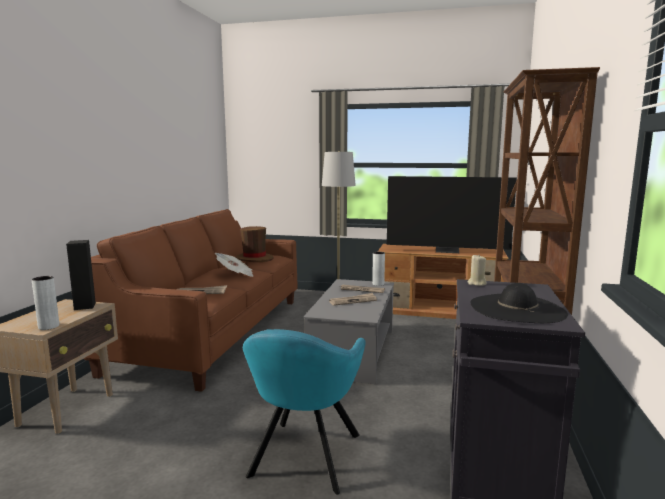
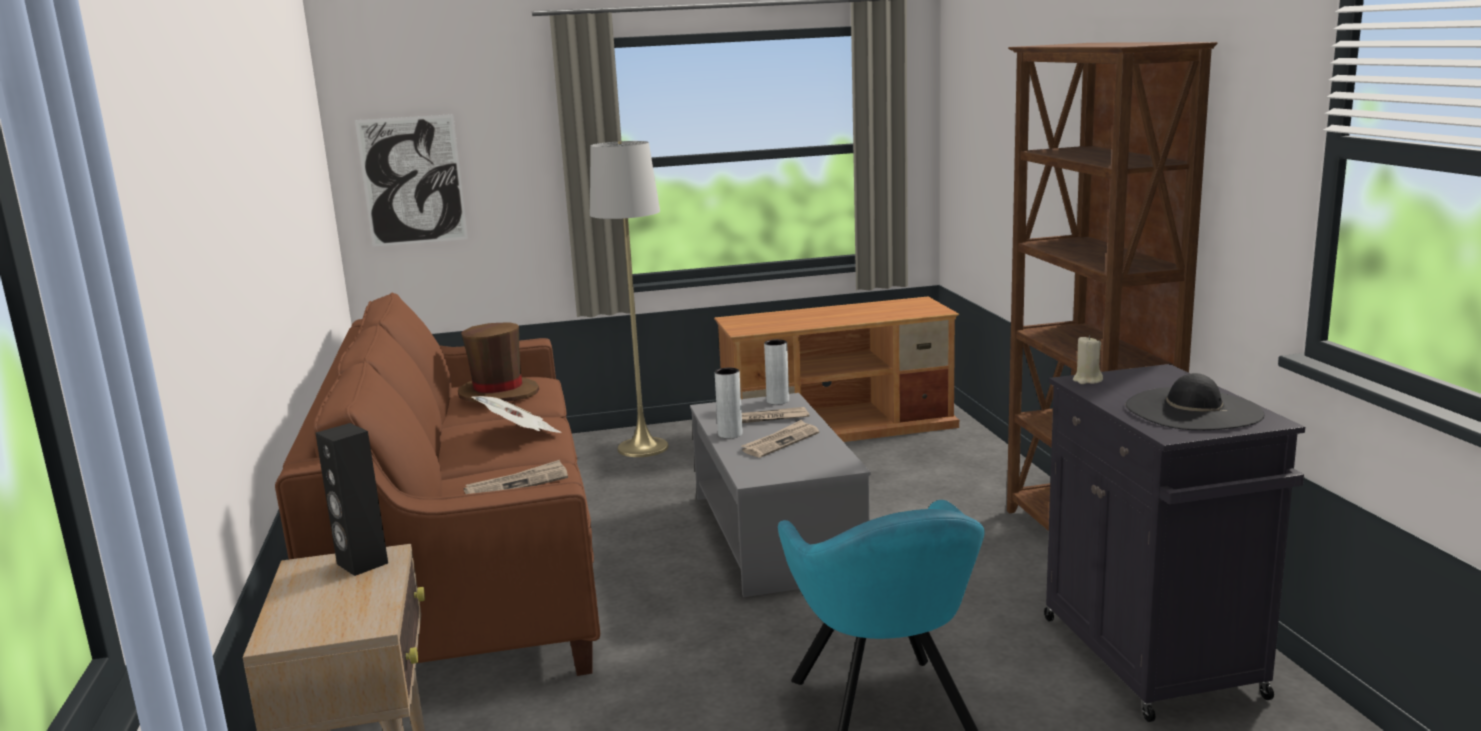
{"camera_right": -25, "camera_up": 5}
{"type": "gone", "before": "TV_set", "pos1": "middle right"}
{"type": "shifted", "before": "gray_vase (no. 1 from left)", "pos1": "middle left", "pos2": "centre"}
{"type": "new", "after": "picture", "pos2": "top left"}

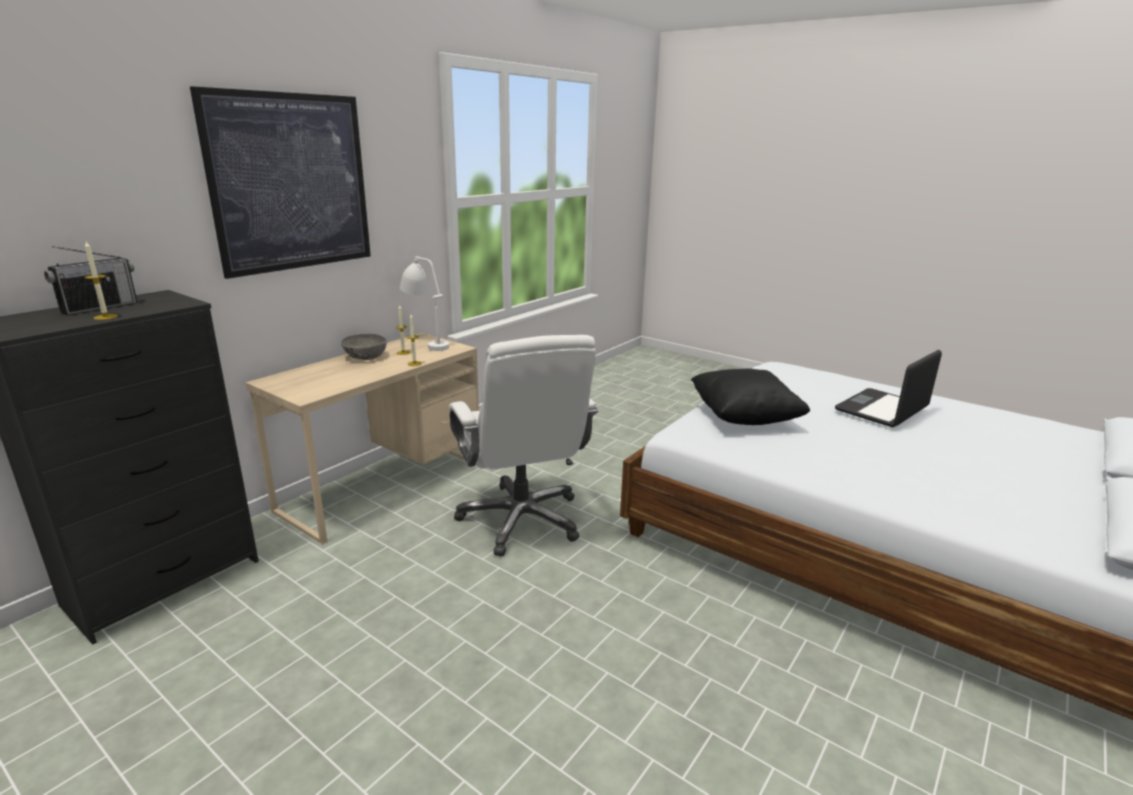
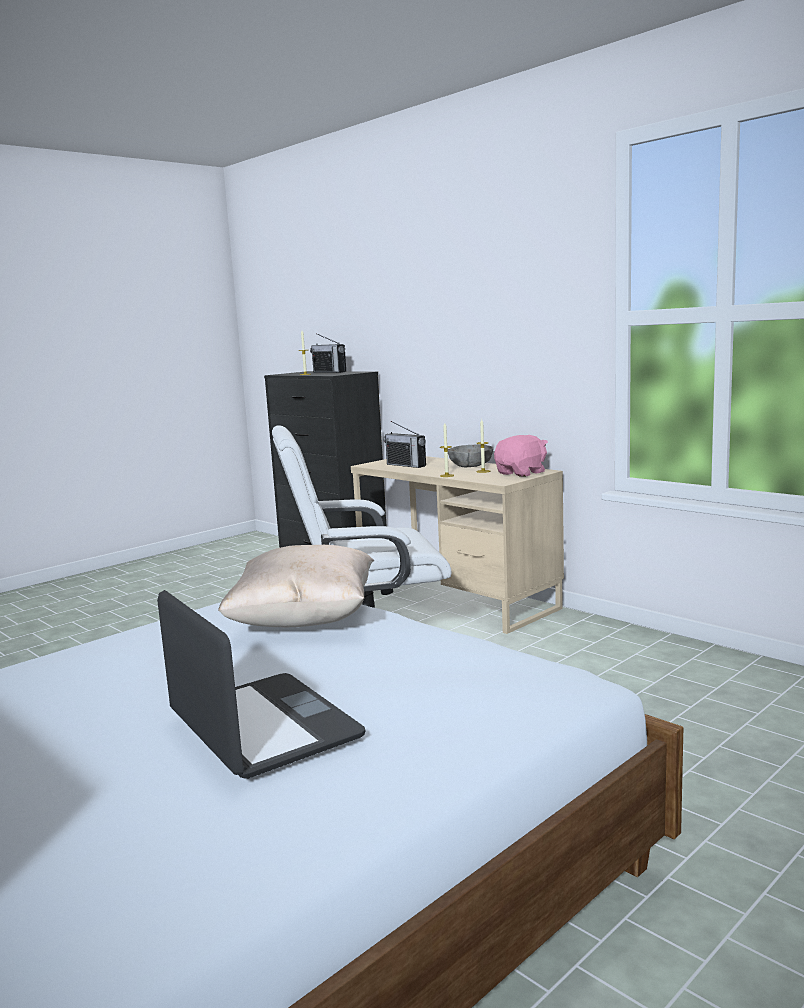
{"camera_right": 100, "camera_up": -10}
{"type": "gone", "before": "picture", "pos1": "top left"}
{"type": "swapped", "before": "white-coloured_tabletop_lamp", "after": "pink_cuddly_toy", "pos1": "centre", "pos2": "centre"}
{"type": "repainted", "before": "blackish_throw_pillow", "after": "beige-coloured_throw_pillow", "pos1": "centre", "pos2": "centre"}
{"type": "new", "after": "radio (no. 2 from left)", "pos2": "centre"}

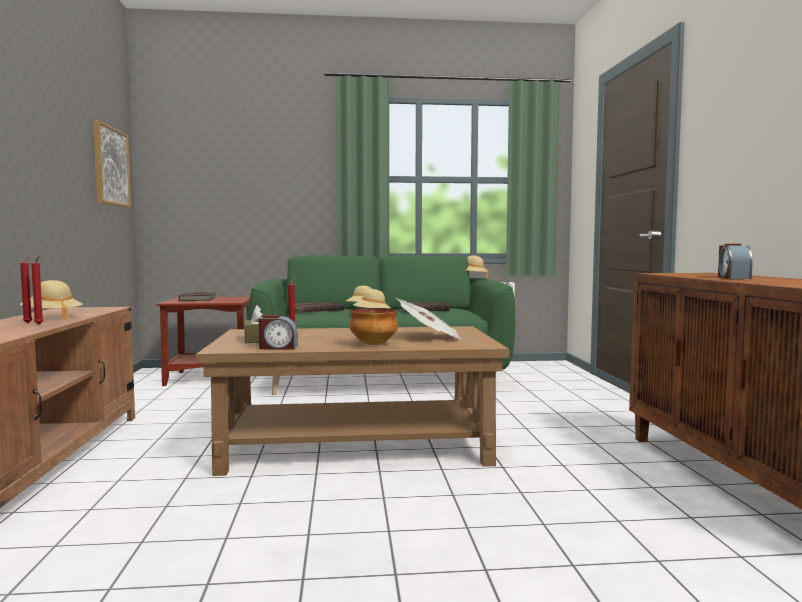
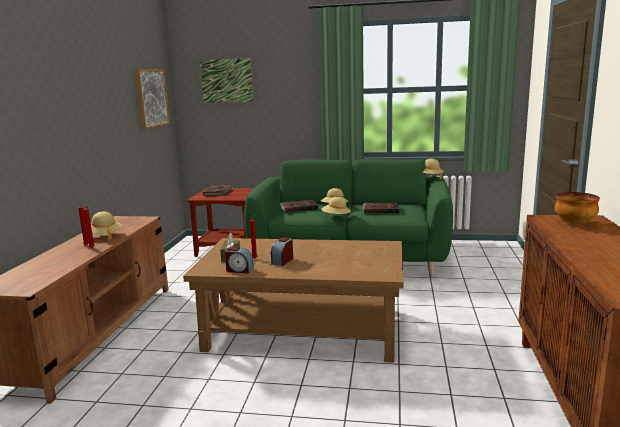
{"camera_right": 15, "camera_up": 10}
{"type": "shifted", "before": "alarm_clock (no. 2 from left)", "pos1": "middle right", "pos2": "centre"}
{"type": "gone", "before": "daily_paper", "pos1": "centre"}
{"type": "shifted", "before": "deep_dish", "pos1": "centre", "pos2": "middle right"}
{"type": "new", "after": "picture (no. 2 from left)", "pos2": "top centre"}

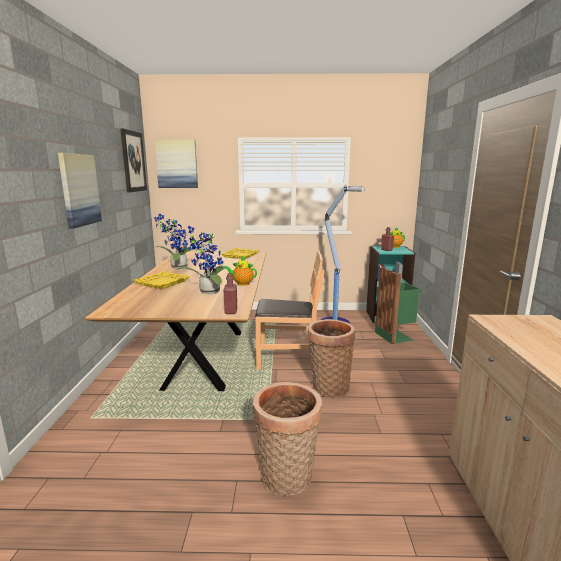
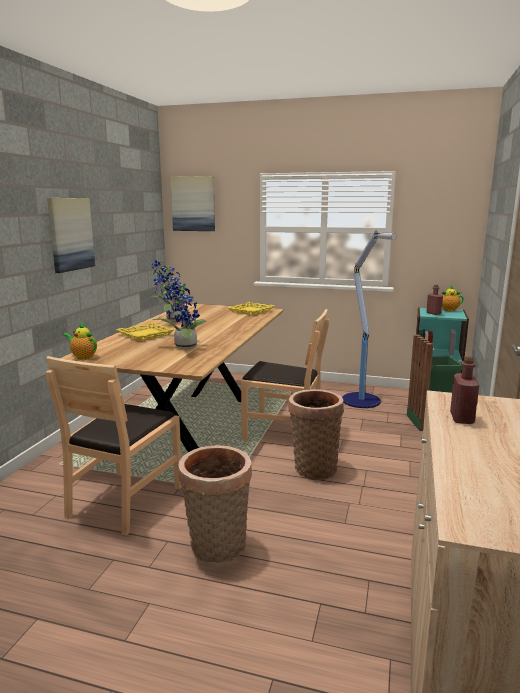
{"camera_right": 15, "camera_up": 0}
{"type": "gone", "before": "picture (no. 2 from left)", "pos1": "top left"}
{"type": "shifted", "before": "teapot (no. 1 from left)", "pos1": "centre", "pos2": "middle left"}
{"type": "shifted", "before": "reddish_beverage_bottle (no. 1 from left in the first image)", "after": "reddish_beverage_bottle (no. 2 from left)", "pos1": "centre", "pos2": "middle right"}
{"type": "new", "after": "brownish_chair (no. 1 from left)", "pos2": "middle left"}

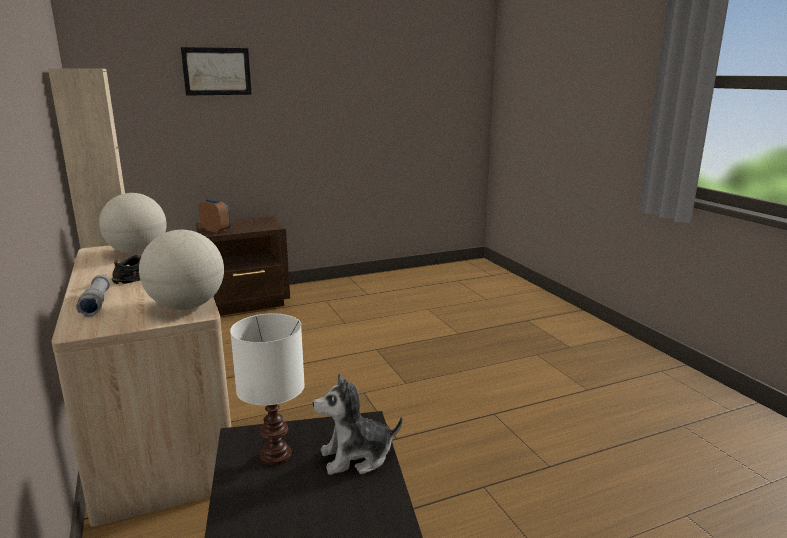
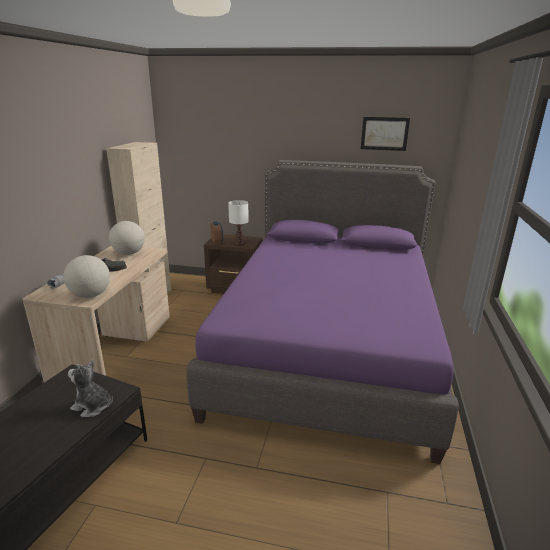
{"camera_right": 35, "camera_up": 5}
{"type": "shifted", "before": "picture", "pos1": "top left", "pos2": "top right"}
{"type": "shifted", "before": "white-coloured_tabletop_lamp", "pos1": "bottom centre", "pos2": "centre"}
{"type": "new", "after": "purplish_bedroom_bed", "pos2": "centre"}

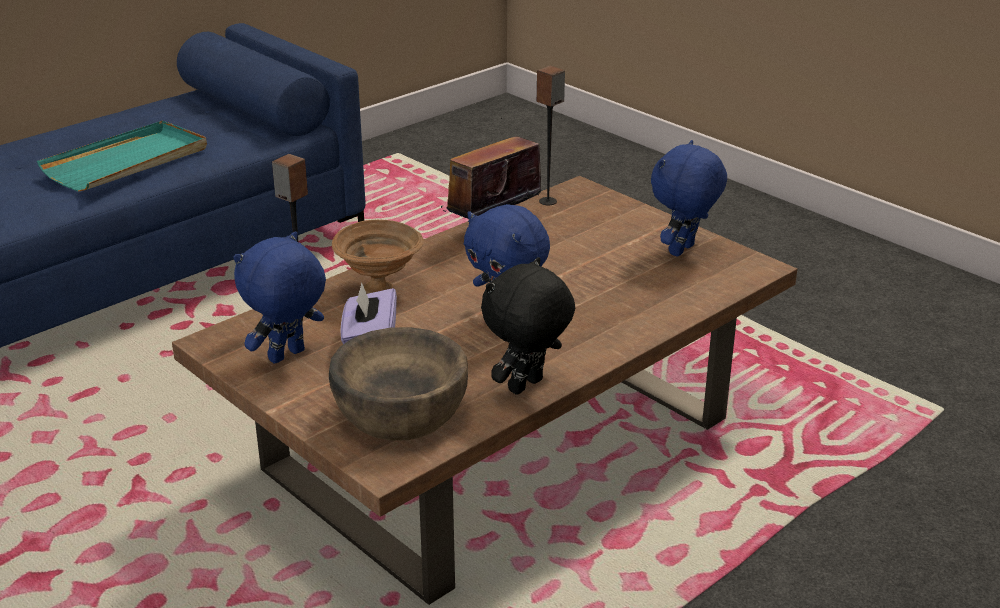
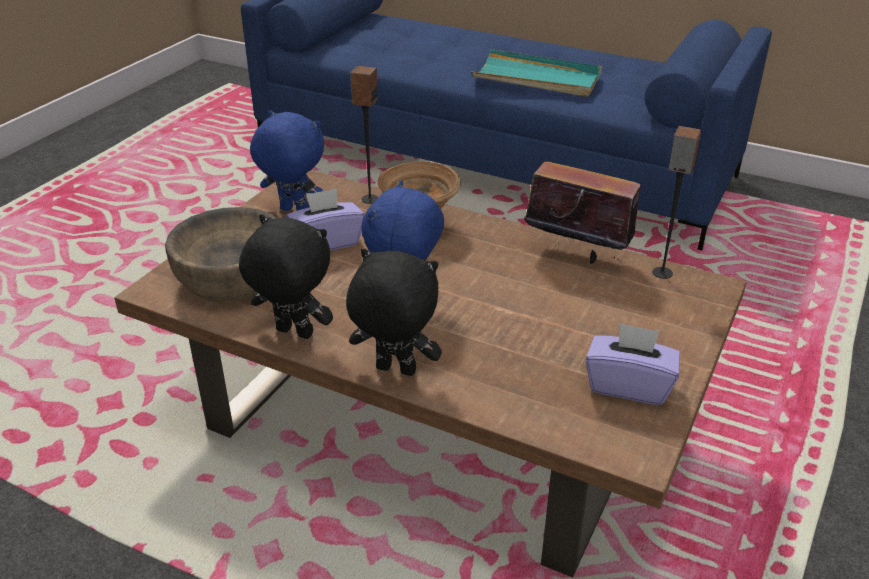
{"camera_right": 70, "camera_up": 5}
{"type": "swapped", "before": "bluish_cuddly_toy (no. 3 from left)", "after": "purplish_box_of_tissues (no. 2 from left)", "pos1": "top right", "pos2": "middle right"}
{"type": "new", "after": "blackish_cuddly_toy (no. 2 from left)", "pos2": "centre"}

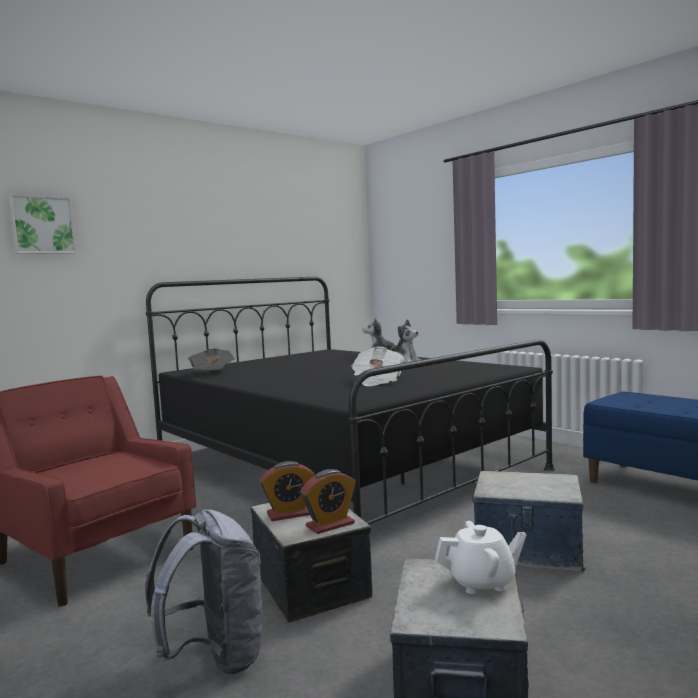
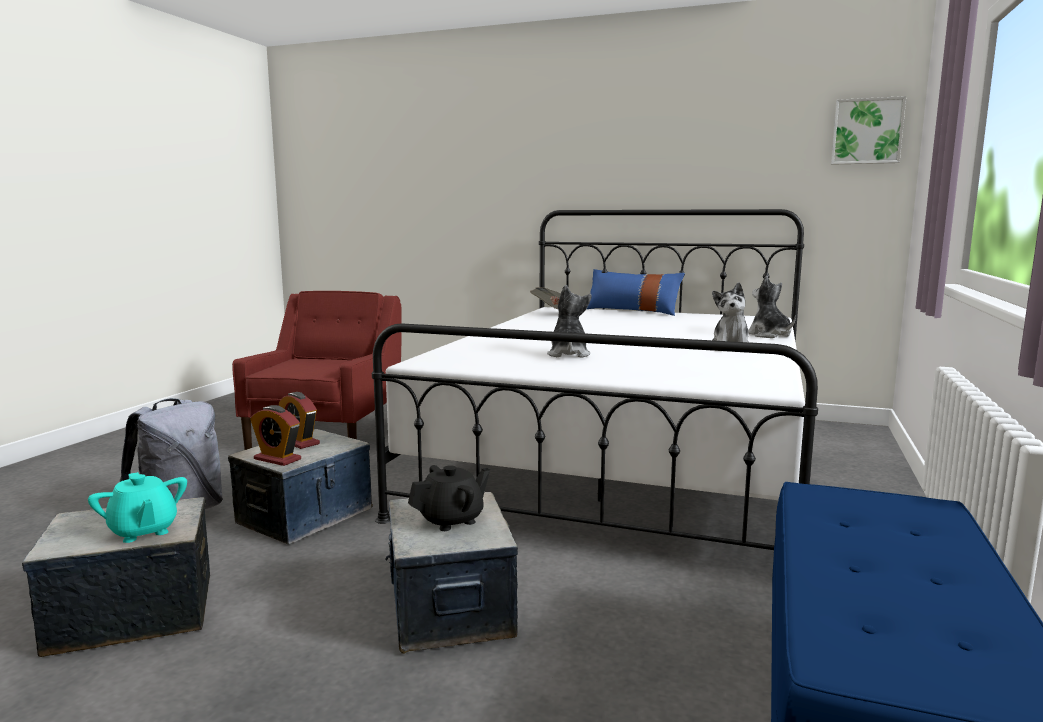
{"camera_right": 60, "camera_up": 5}
{"type": "shifted", "before": "picture", "pos1": "top left", "pos2": "top right"}
{"type": "repainted", "before": "blackish_bedroom_bed", "after": "white-coloured_bedroom_bed", "pos1": "centre", "pos2": "centre"}
{"type": "swapped", "before": "daily_paper (no. 2 from left)", "after": "cuddly_toy (no. 1 from left)", "pos1": "centre", "pos2": "centre"}
{"type": "repainted", "before": "white-coloured_teapot", "after": "blue-green_teapot", "pos1": "bottom right", "pos2": "bottom left"}
{"type": "new", "after": "bluish_throw_pillow", "pos2": "centre"}
{"type": "new", "after": "blackish_teapot", "pos2": "bottom centre"}

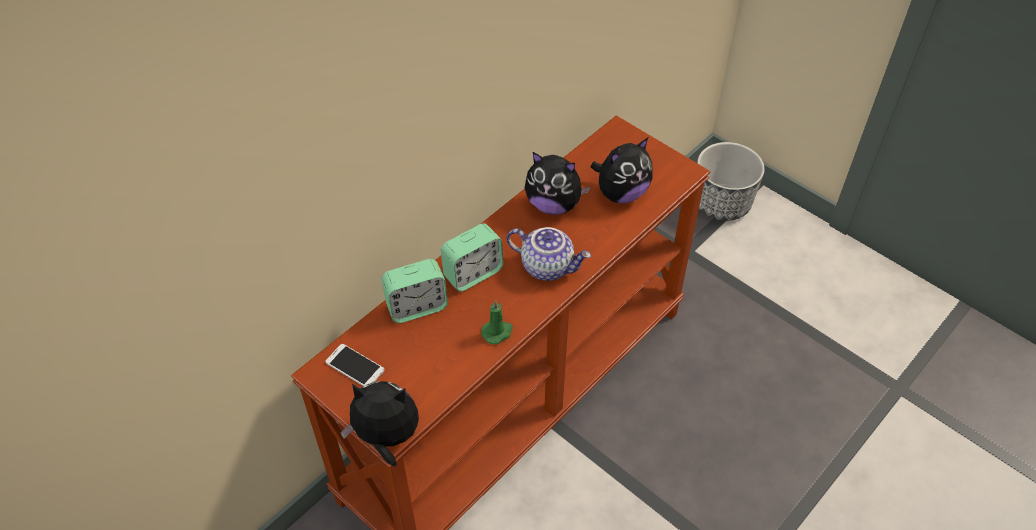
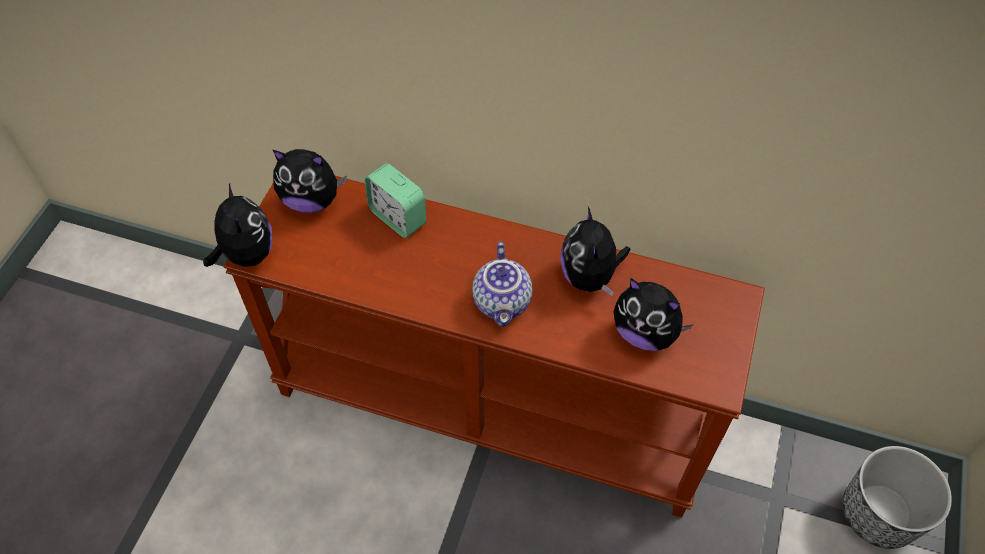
{"camera_right": 65, "camera_up": 5}
{"type": "gone", "before": "alarm_clock (no. 2 from left)", "pos1": "centre"}
{"type": "gone", "before": "green-coloured_wax_candle", "pos1": "centre"}
{"type": "swapped", "before": "handset", "after": "cuddly_toy (no. 2 from left)", "pos1": "bottom centre", "pos2": "top left"}

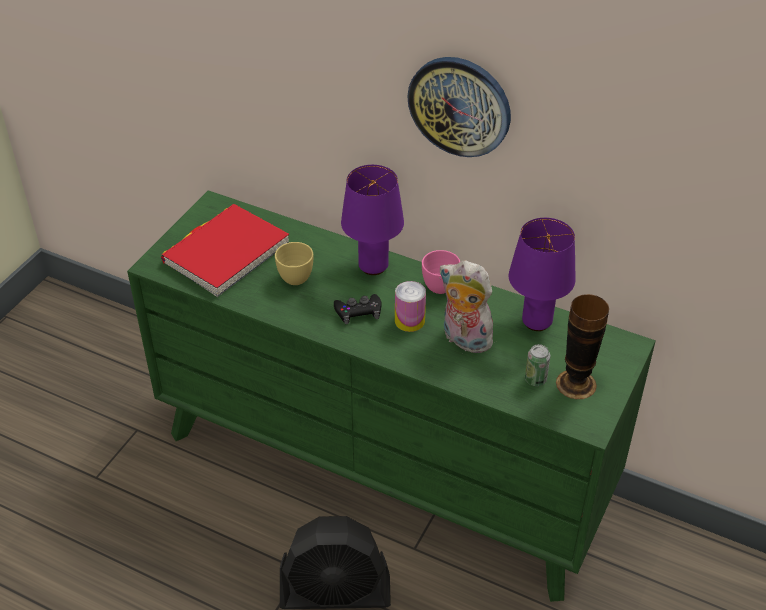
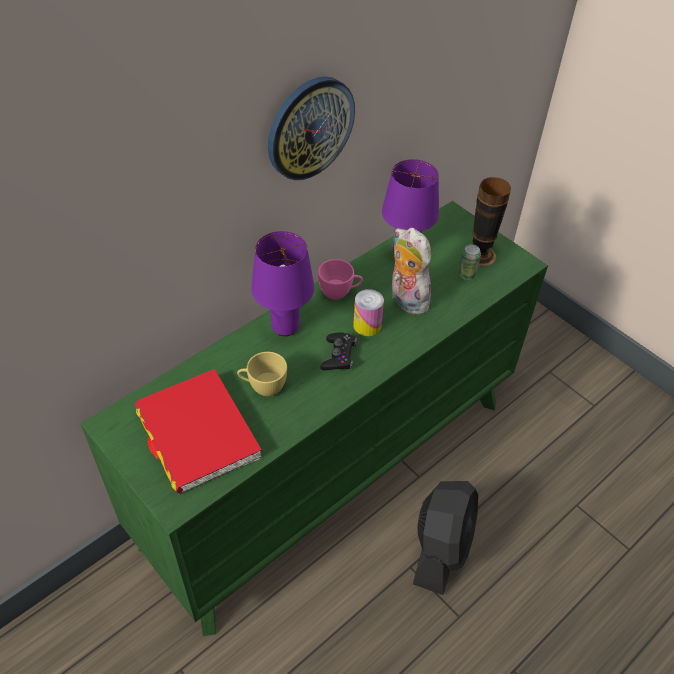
{"camera_right": -70, "camera_up": 5}
{"type": "rotated", "before": "cuddly_toy", "pos1": "centre", "pos2": "centre", "turn": 90}

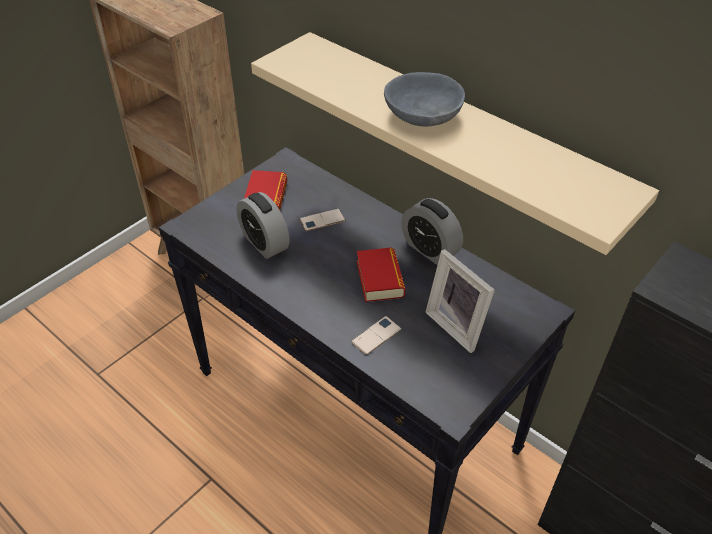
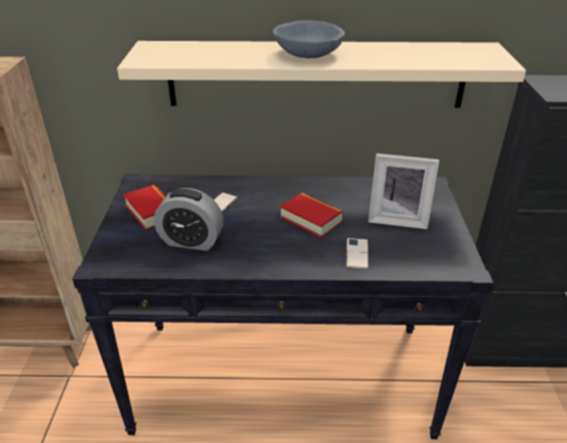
{"camera_right": -40, "camera_up": -10}
{"type": "gone", "before": "alarm_clock (no. 2 from left)", "pos1": "centre"}

